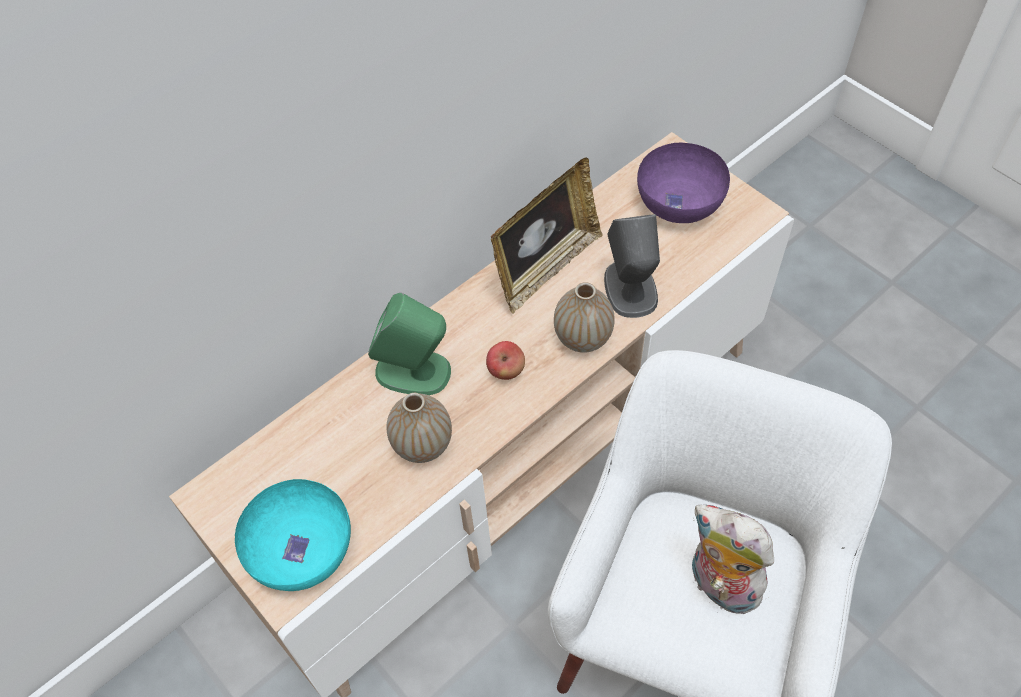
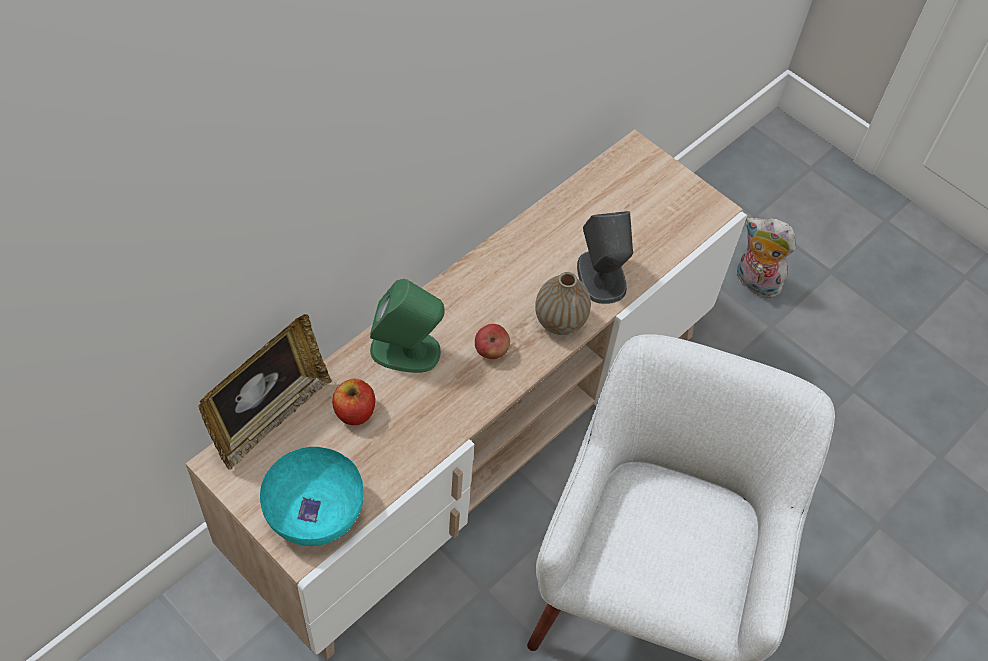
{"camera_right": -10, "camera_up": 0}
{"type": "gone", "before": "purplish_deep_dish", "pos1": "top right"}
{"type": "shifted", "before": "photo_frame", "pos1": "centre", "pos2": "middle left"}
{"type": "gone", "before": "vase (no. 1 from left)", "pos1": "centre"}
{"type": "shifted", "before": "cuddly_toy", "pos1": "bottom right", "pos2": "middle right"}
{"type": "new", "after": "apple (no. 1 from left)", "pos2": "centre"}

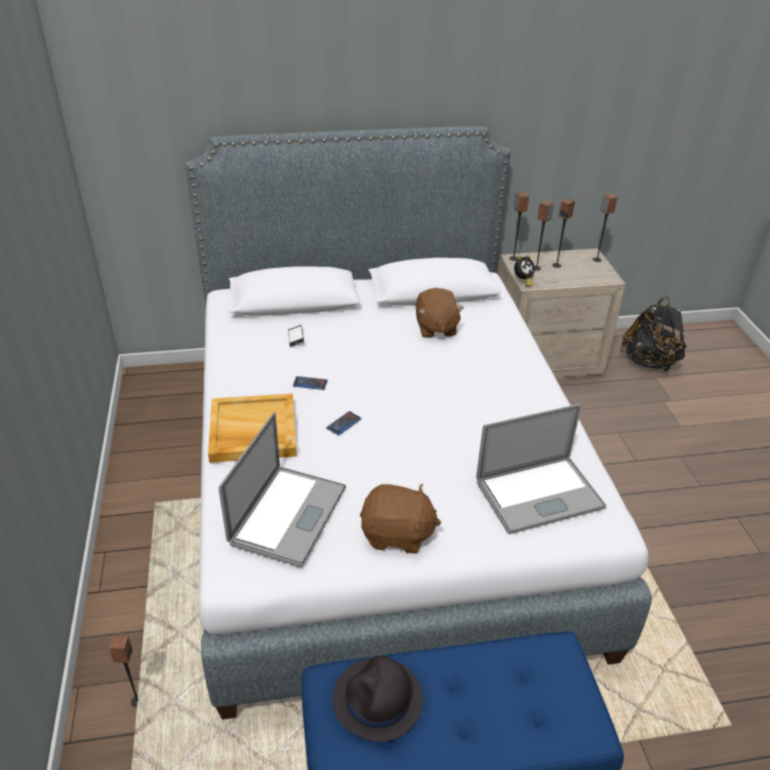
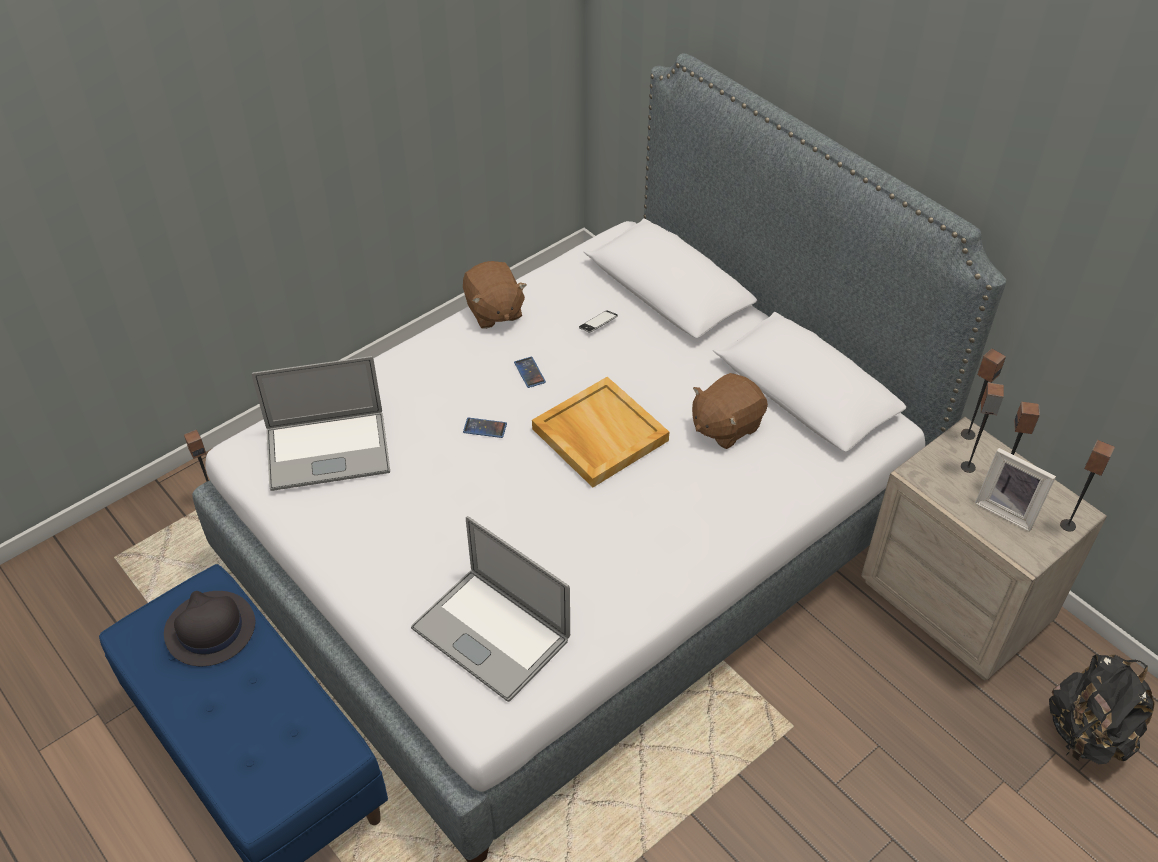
{"camera_right": 60, "camera_up": 10}
{"type": "gone", "before": "alarm_clock", "pos1": "middle right"}
{"type": "shifted", "before": "beige-coloured_tray", "pos1": "middle left", "pos2": "centre"}
{"type": "shifted", "before": "brownish_cuddly_toy (no. 1 from left)", "pos1": "bottom centre", "pos2": "centre"}
{"type": "new", "after": "photo_frame", "pos2": "middle right"}

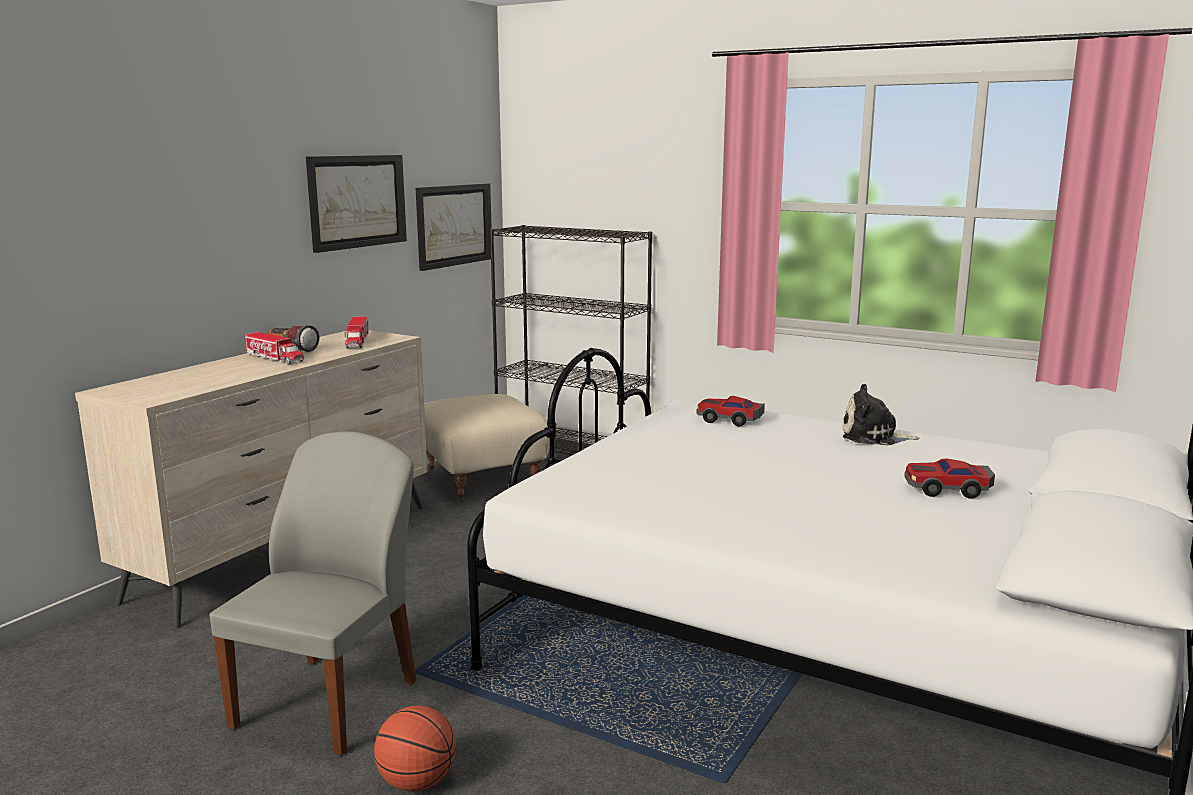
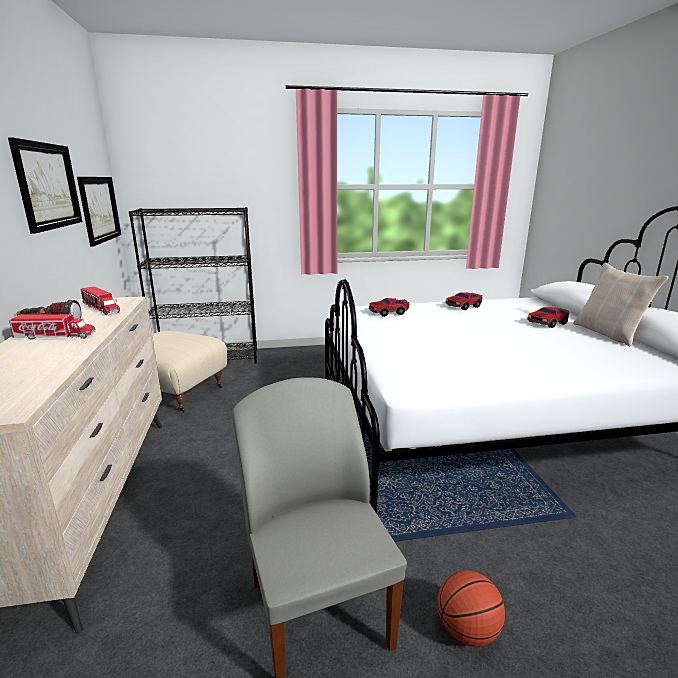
{"camera_right": -40, "camera_up": 5}
{"type": "swapped", "before": "cuddly_toy", "after": "toy_car (no. 2 from left)", "pos1": "middle right", "pos2": "middle right"}
{"type": "new", "after": "beige-coloured_throw_pillow", "pos2": "middle right"}

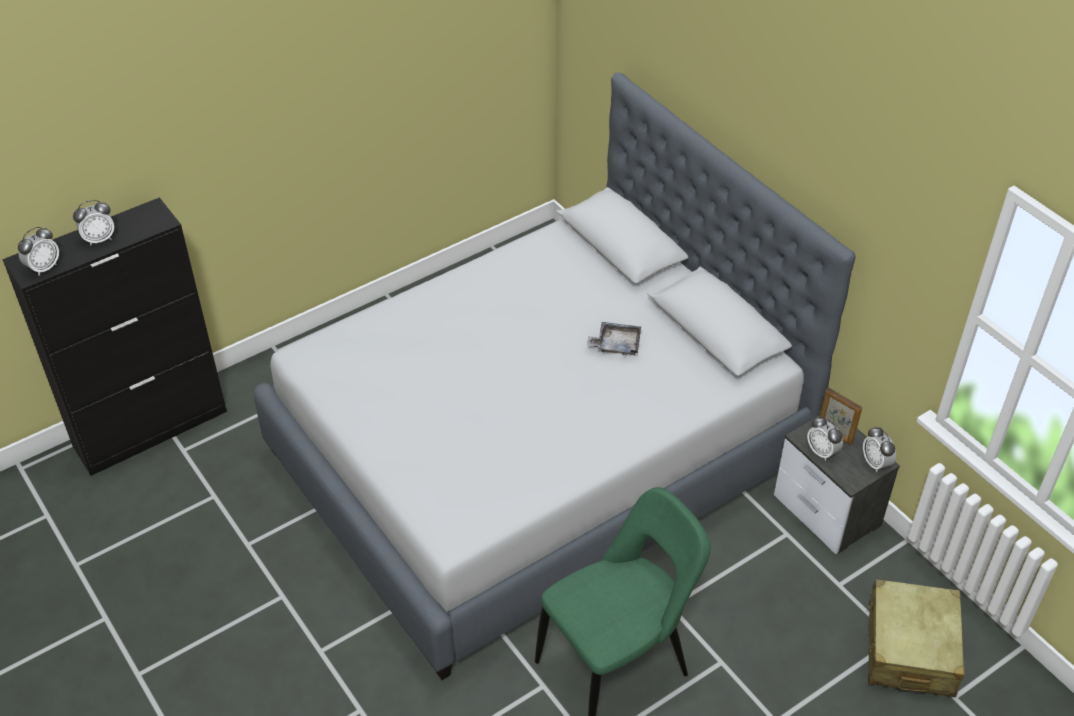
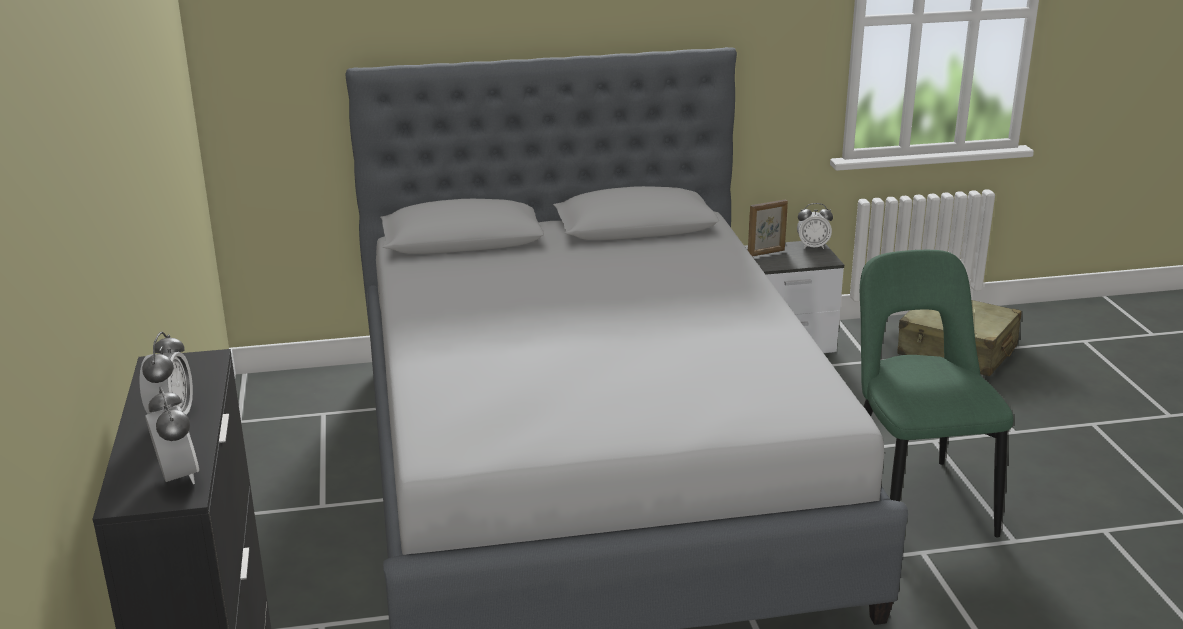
{"camera_right": -65, "camera_up": -20}
{"type": "gone", "before": "gray_tray", "pos1": "centre"}
{"type": "gone", "before": "alarm_clock (no. 3 from left)", "pos1": "middle right"}

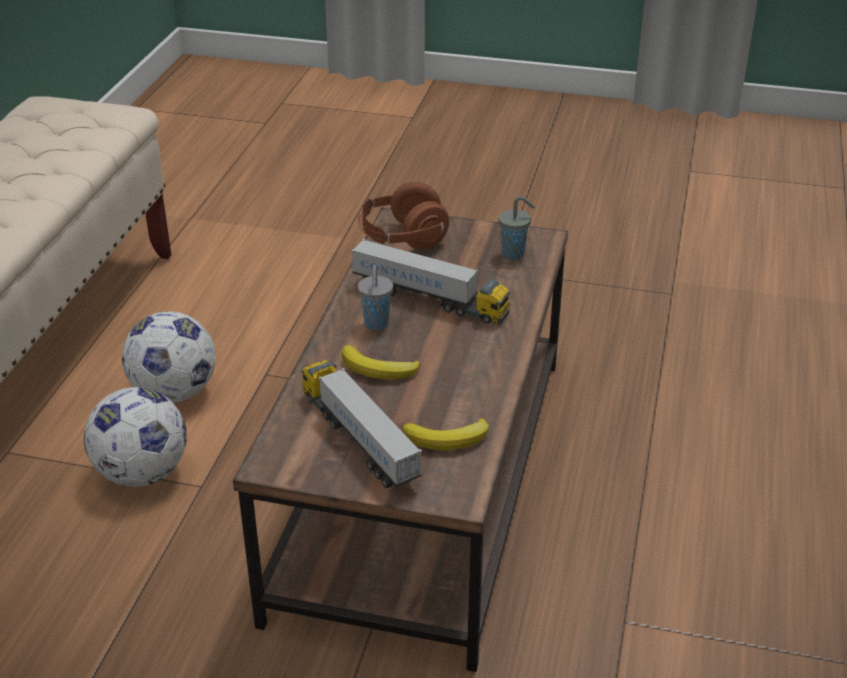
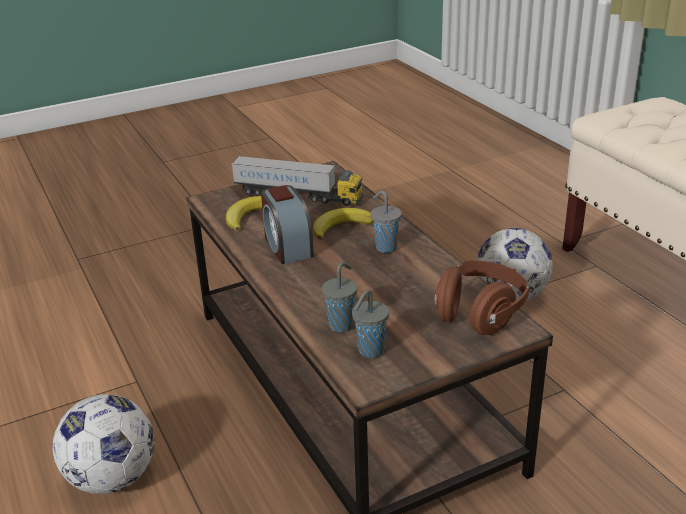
{"camera_right": 140, "camera_up": -5}
{"type": "gone", "before": "toy_lorry (no. 2 from left)", "pos1": "centre"}
{"type": "shifted", "before": "football_ball (no. 2 from left in the first image)", "after": "football_ball (no. 1 from left)", "pos1": "middle left", "pos2": "bottom left"}
{"type": "new", "after": "alarm_clock", "pos2": "centre"}
{"type": "new", "after": "gray_drinking_cup (no. 1 from left)", "pos2": "centre"}

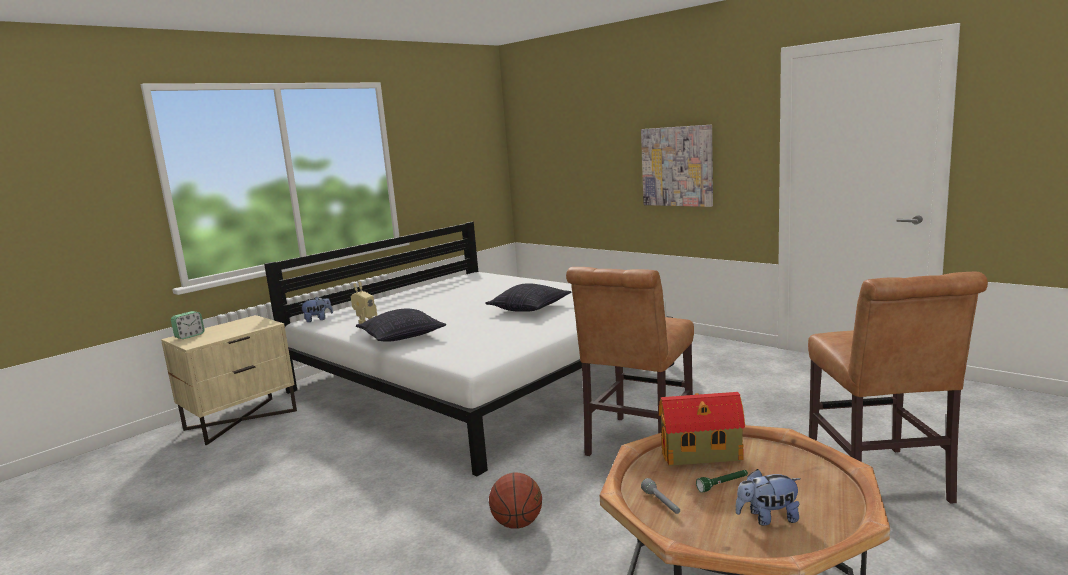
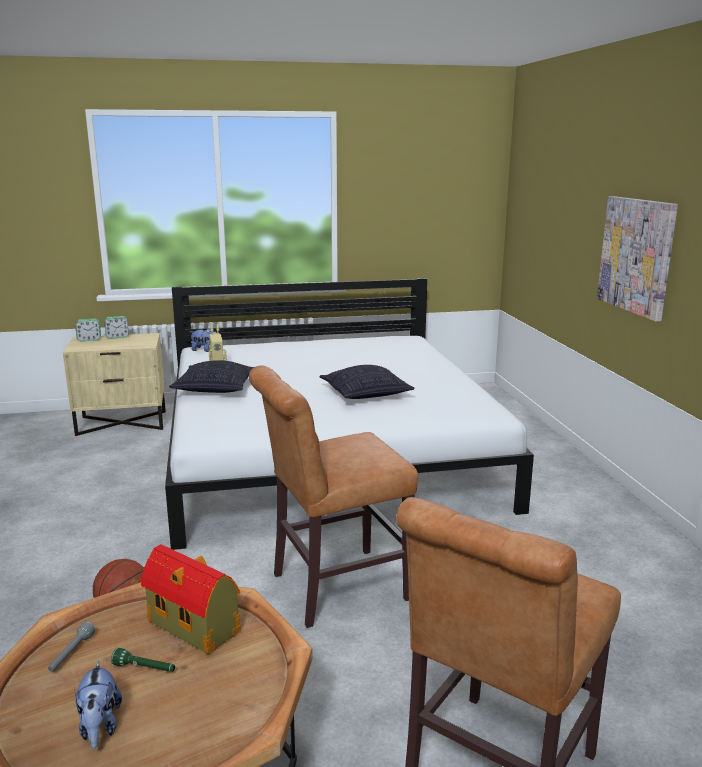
{"camera_right": 35, "camera_up": 5}
{"type": "rotated", "before": "cuddly_toy (no. 2 from left in the first image)", "pos1": "bottom right", "pos2": "bottom left", "turn": -135}
{"type": "new", "after": "alarm_clock (no. 2 from left)", "pos2": "middle left"}

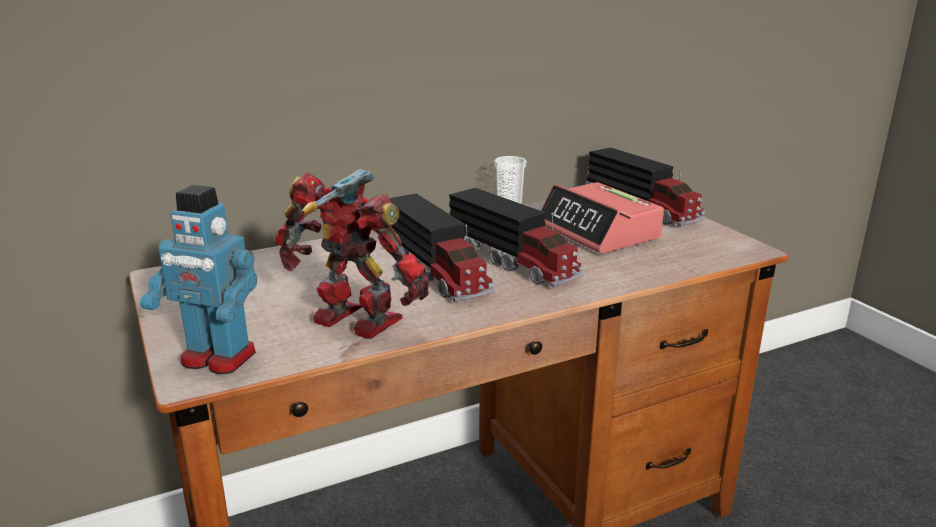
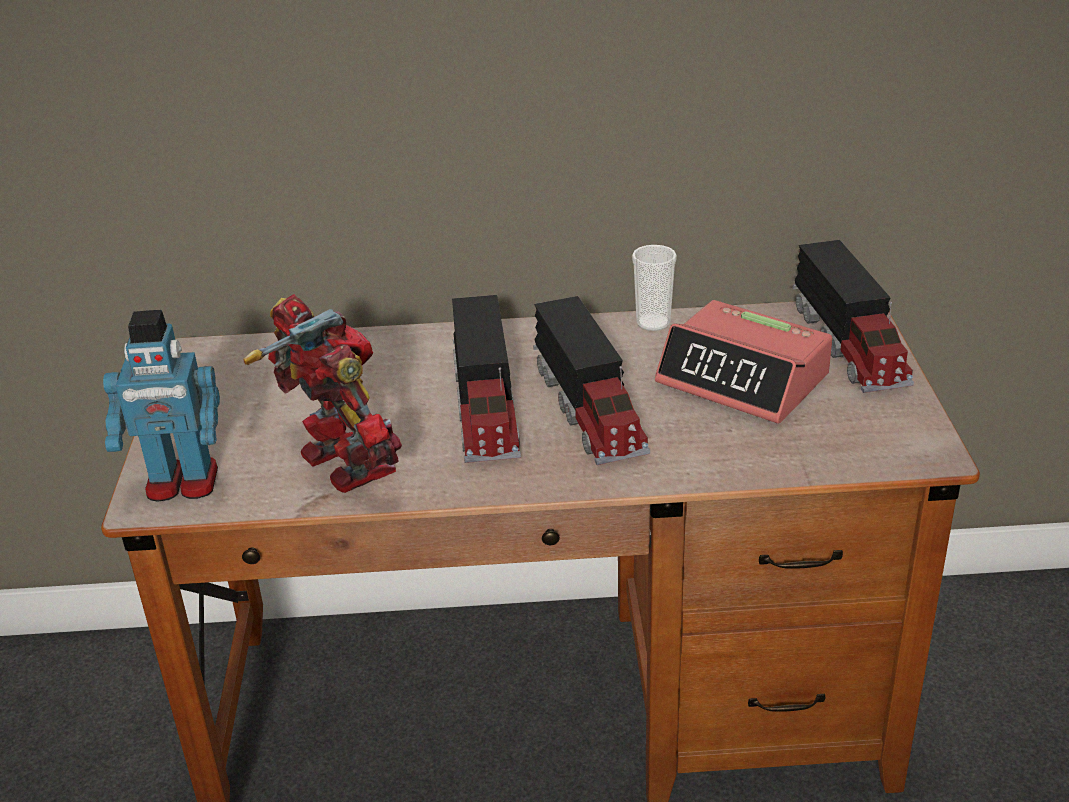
{"camera_right": 25, "camera_up": 10}
{"type": "rotated", "before": "alarm_clock", "pos1": "centre", "pos2": "middle right", "turn": -45}
{"type": "rotated", "before": "robot_figure (no. 1 from left)", "pos1": "middle left", "pos2": "middle left", "turn": -45}

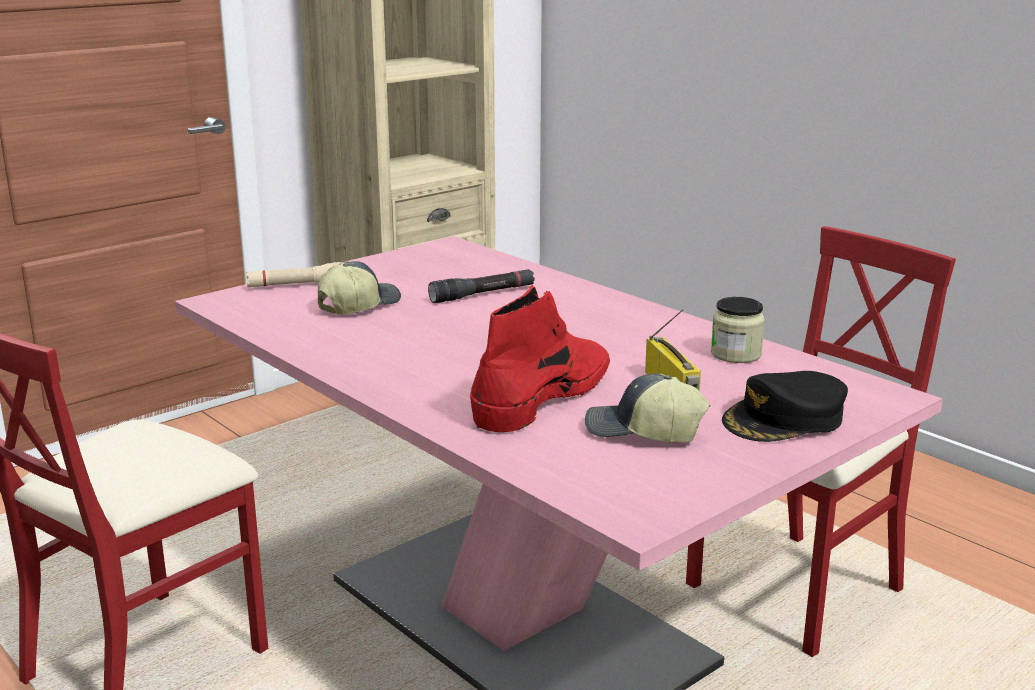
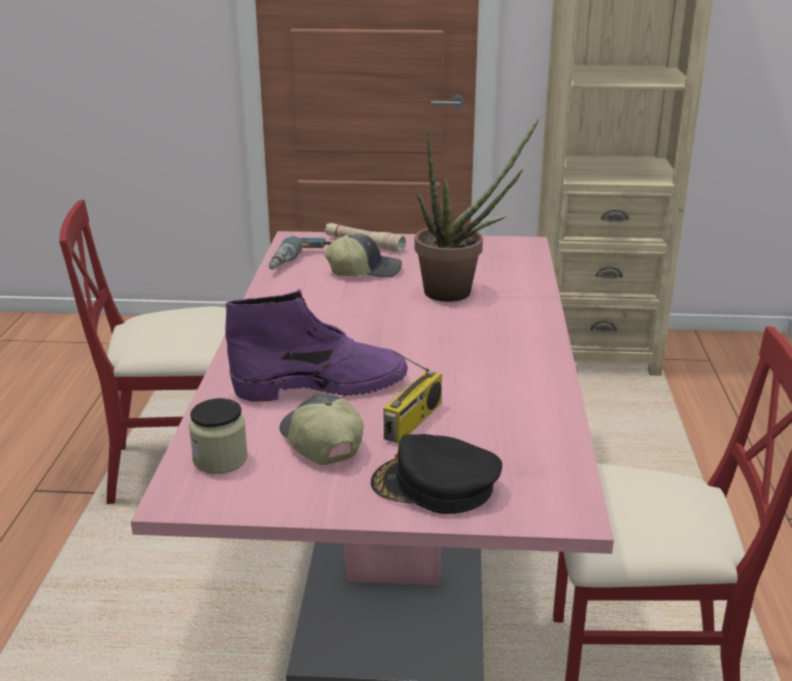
{"camera_right": 45, "camera_up": 5}
{"type": "swapped", "before": "blackish_hand_torch", "after": "plant_in_a_pot", "pos1": "centre", "pos2": "top centre"}
{"type": "repainted", "before": "reddish_tall_boot", "after": "purplish_tall_boot", "pos1": "centre", "pos2": "centre"}
{"type": "shifted", "before": "preserve_jar", "pos1": "middle right", "pos2": "middle left"}
{"type": "new", "after": "electric_drill", "pos2": "centre"}

